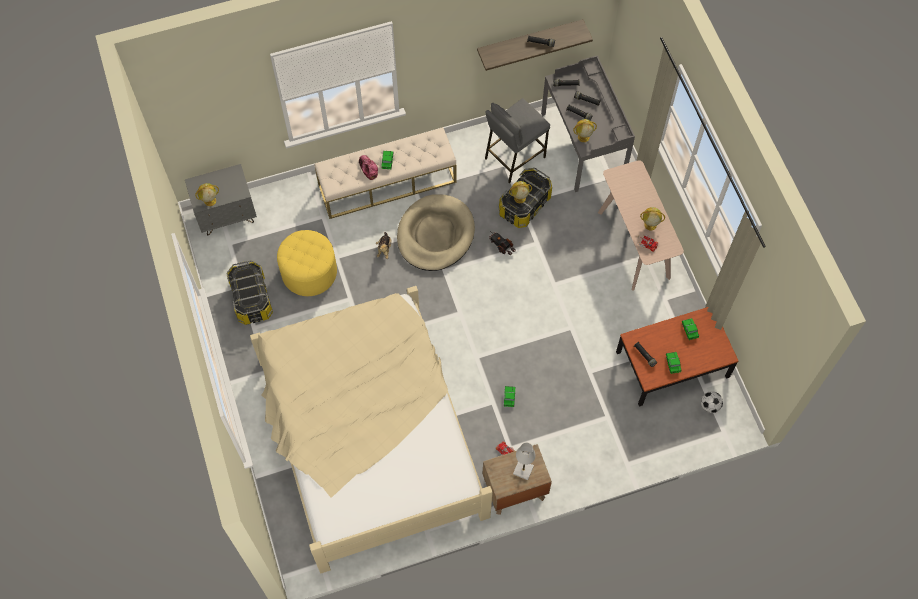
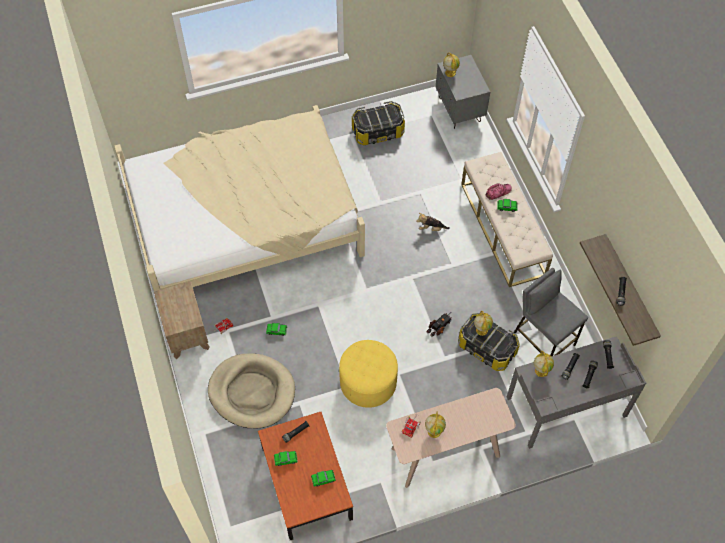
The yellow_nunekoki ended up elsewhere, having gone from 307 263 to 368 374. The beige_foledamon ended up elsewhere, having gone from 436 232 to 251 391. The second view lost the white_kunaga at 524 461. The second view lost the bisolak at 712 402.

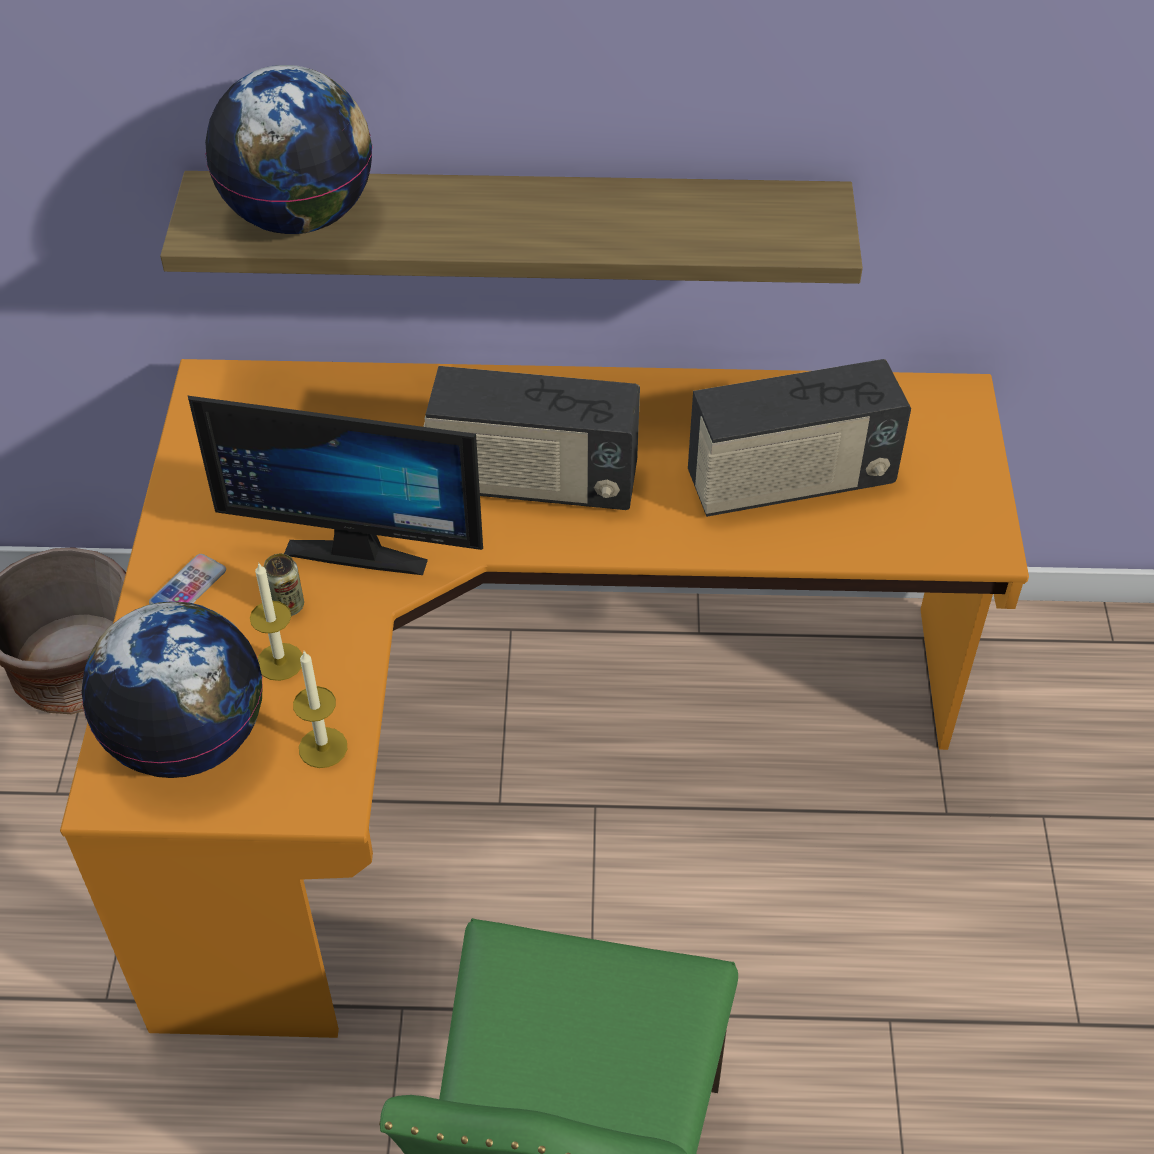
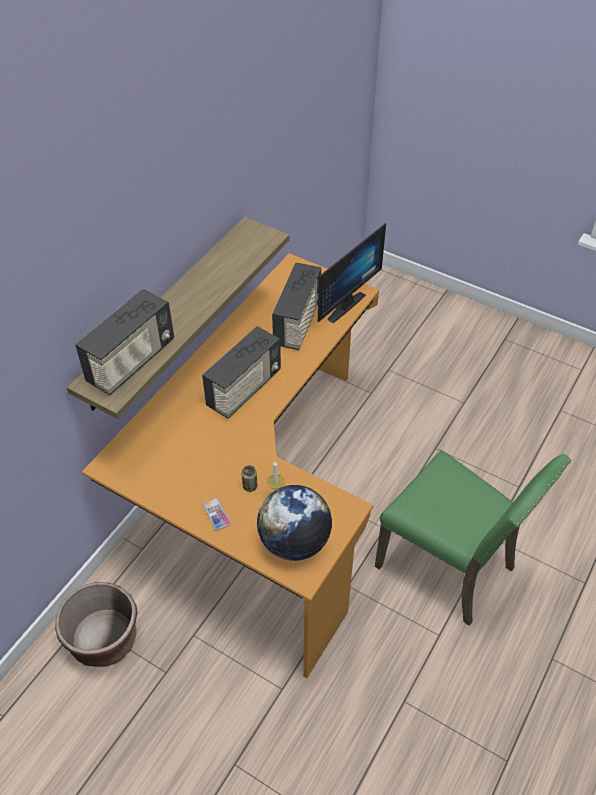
The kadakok ended up elsewhere, having gone from 335 485 to 352 273. Where the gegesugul stood at 289 149, the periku came to stand at 124 342. The second view lost the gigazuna at 320 709.

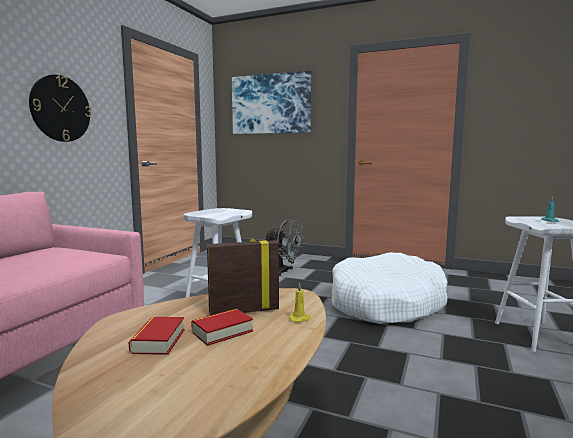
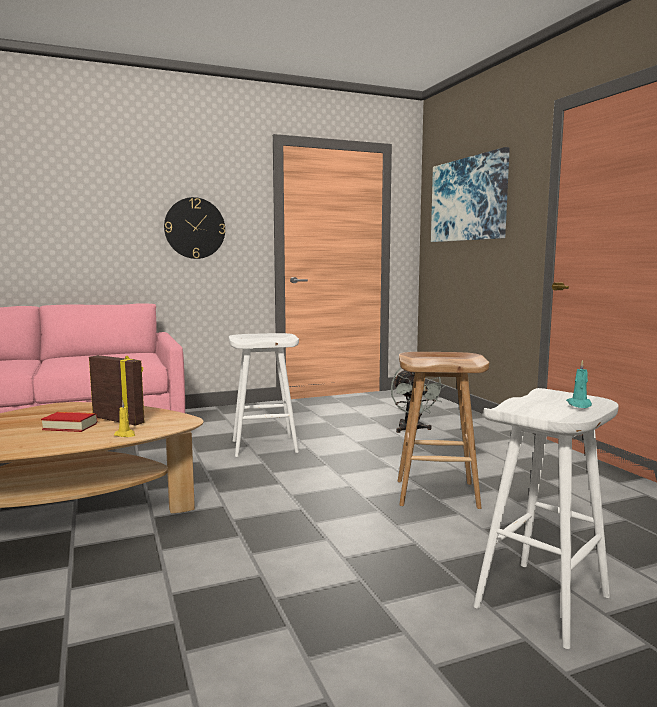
The second view lost the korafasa at 156 336. Where the white_foledamon stood at 390 288, the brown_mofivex came to stand at 444 430.

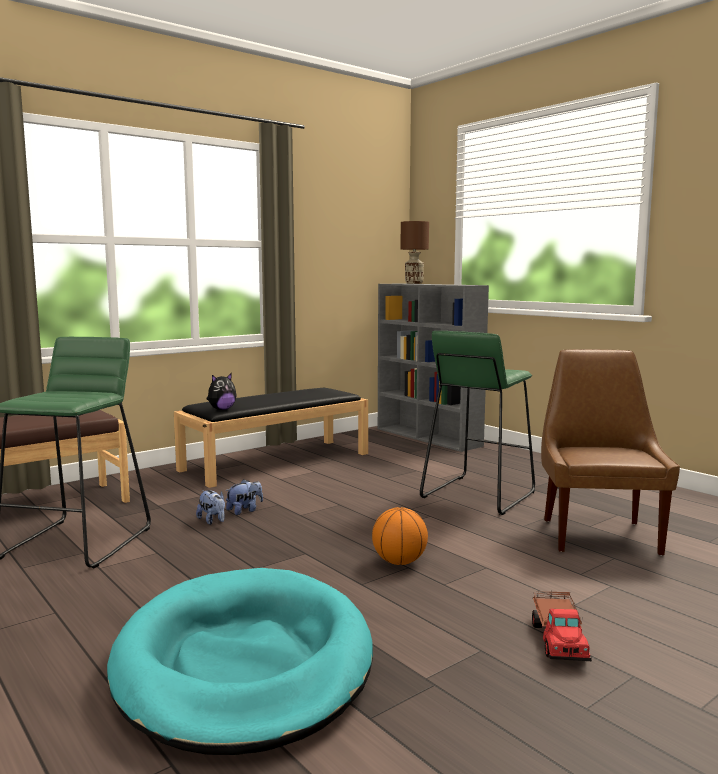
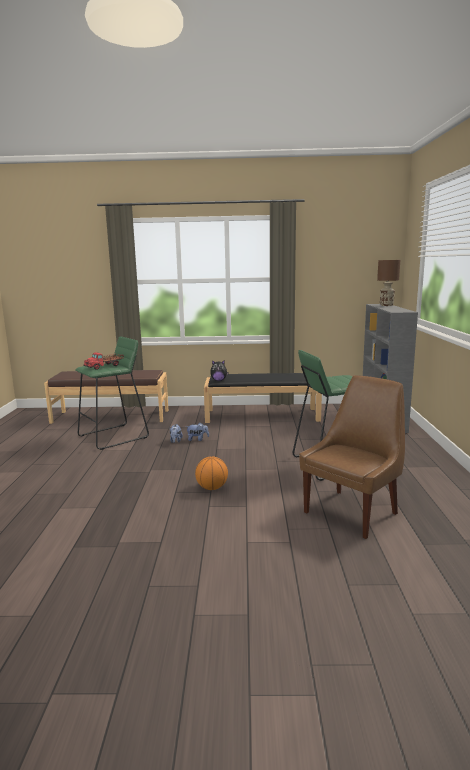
The second view lost the turquoise_foledamon at 240 661. The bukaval ended up elsewhere, having gone from 562 625 to 103 361.

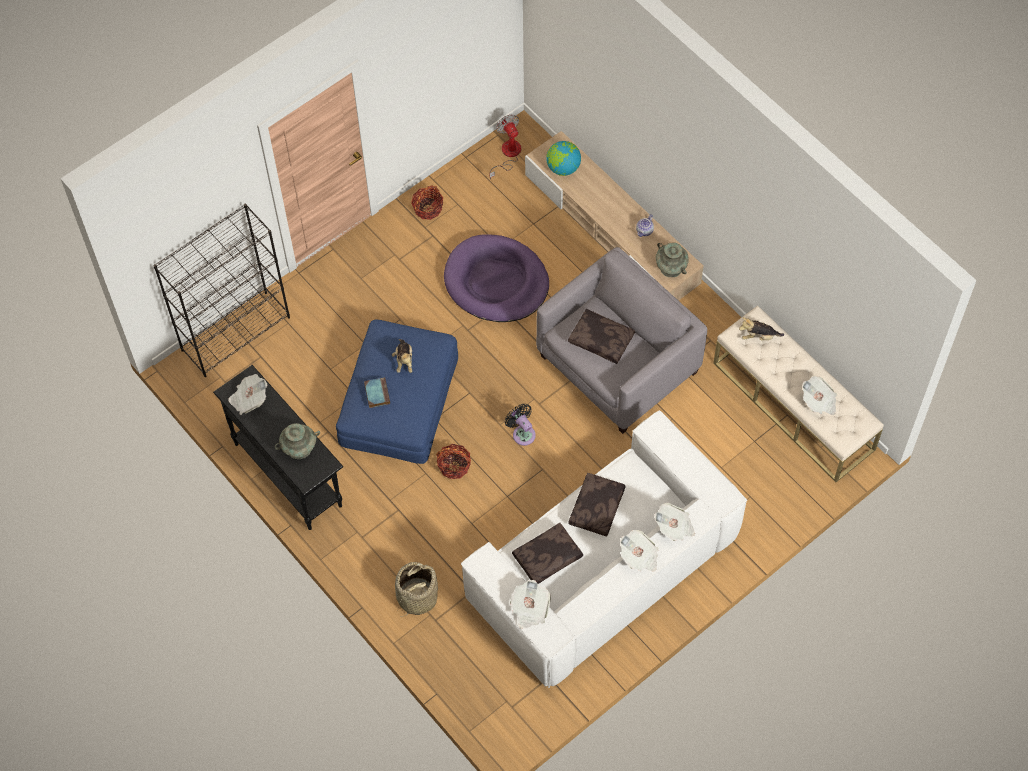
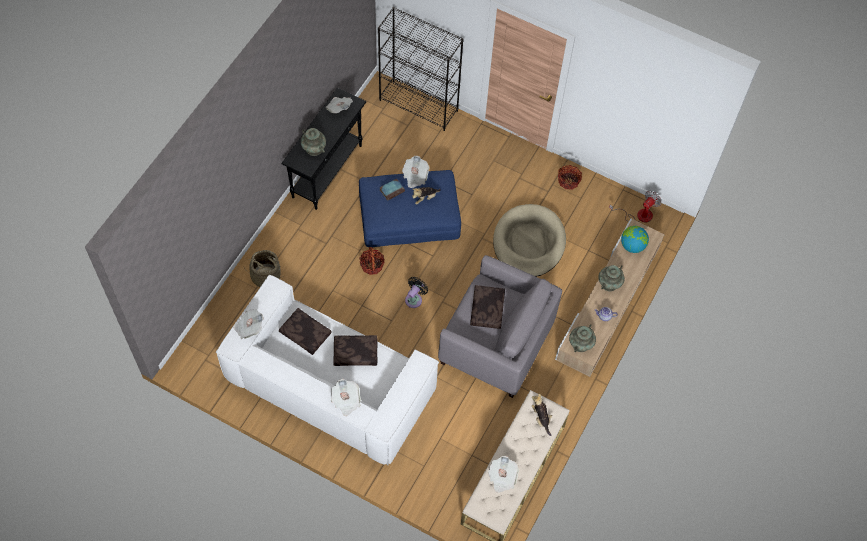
What was the purple_foledamon at 496 278 turned into the beige_foledamon at 529 240. The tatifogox ended up elsewhere, having gone from 639 551 to 415 172. The second view gained the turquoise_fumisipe at 611 278.

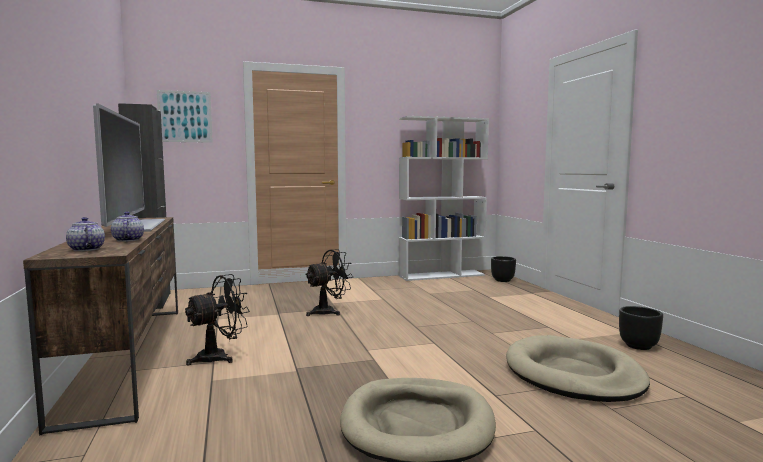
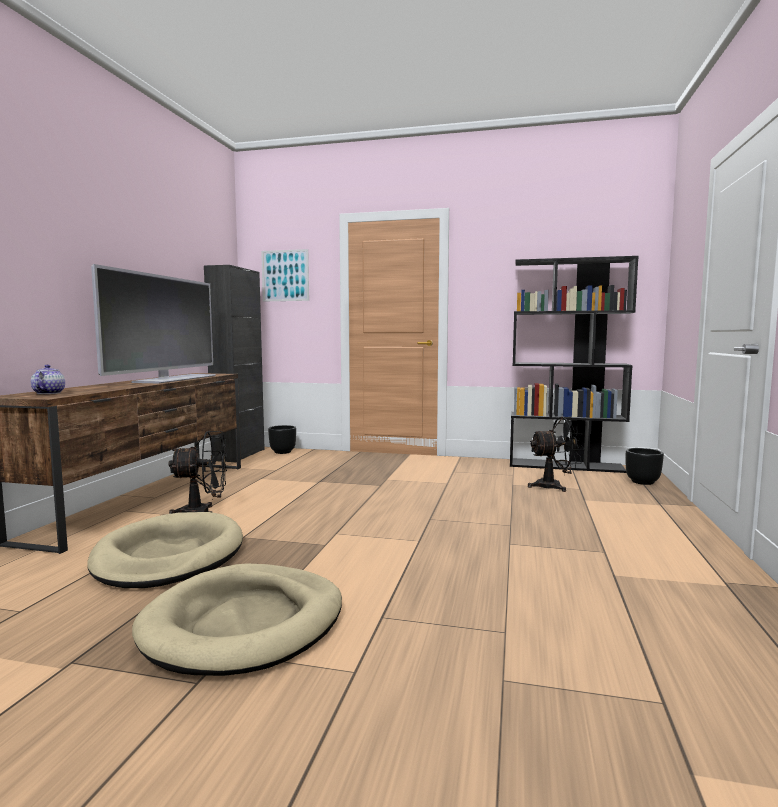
The second view lost the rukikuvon at 127 227. The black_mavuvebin ended up elsewhere, having gone from 329 282 to 556 454. What was the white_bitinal at 444 198 turned into the black_bitinal at 574 364. The beige_foledamon ended up elsewhere, having gone from 578 368 to 165 550. The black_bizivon ended up elsewhere, having gone from 641 328 to 282 439.

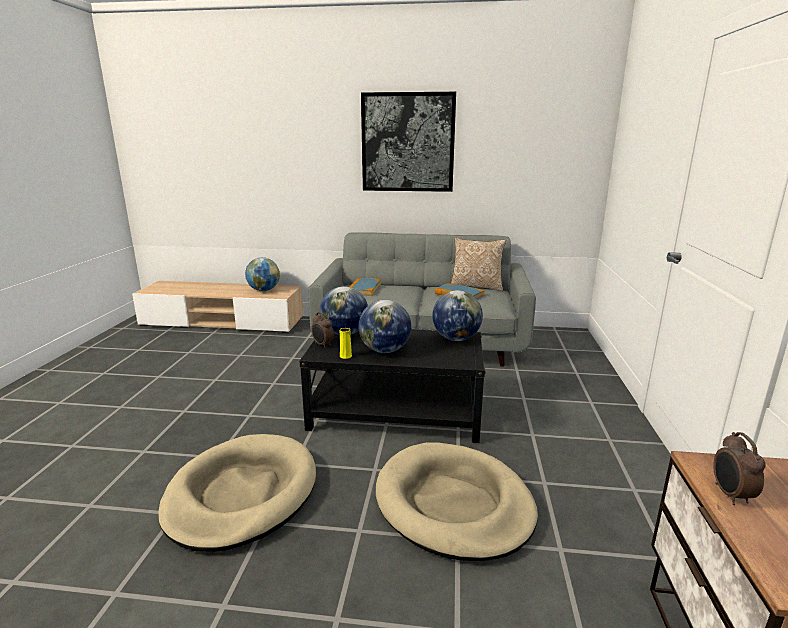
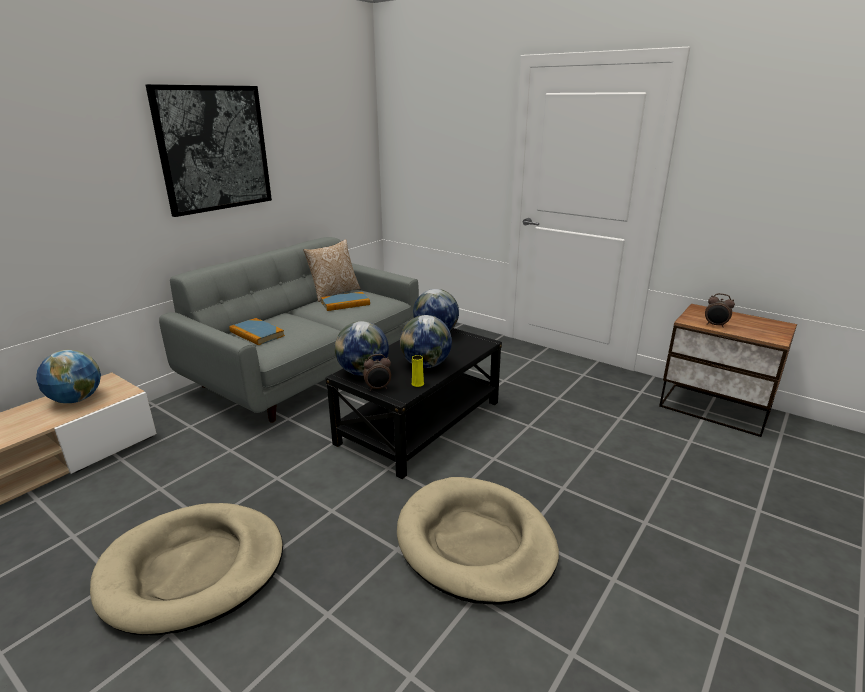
The beige_foledamon ended up elsewhere, having gone from 457 501 to 186 569.

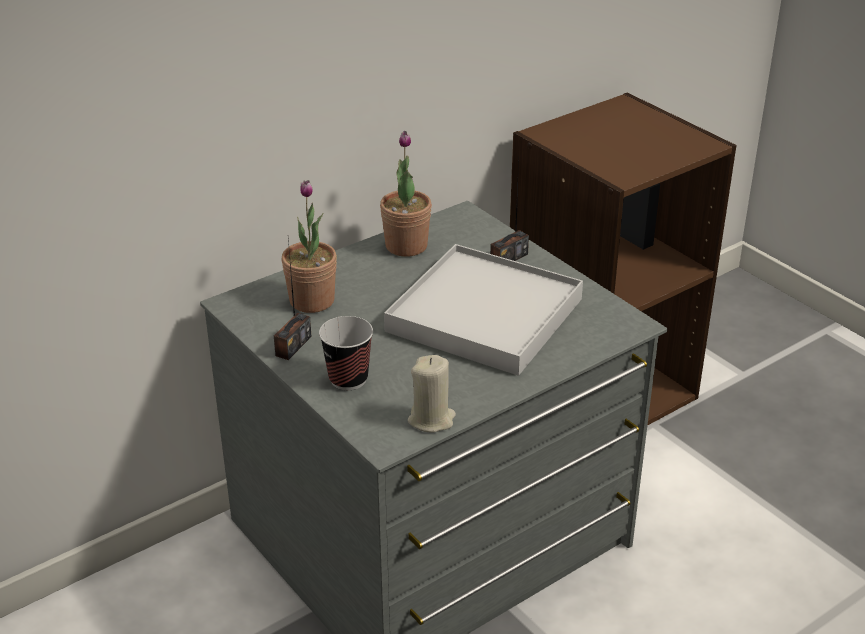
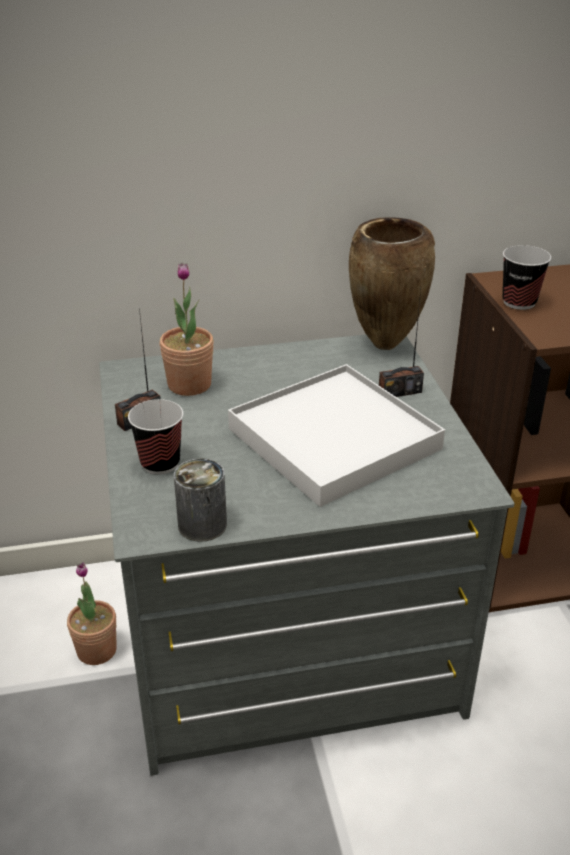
The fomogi ended up elsewhere, having gone from 406 194 to 92 613. Where the beige_gigazuna stood at 432 393, the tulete came to stand at 200 500. The second view gained the brown_fumisipe at 392 283. The second view gained the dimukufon at 527 277.

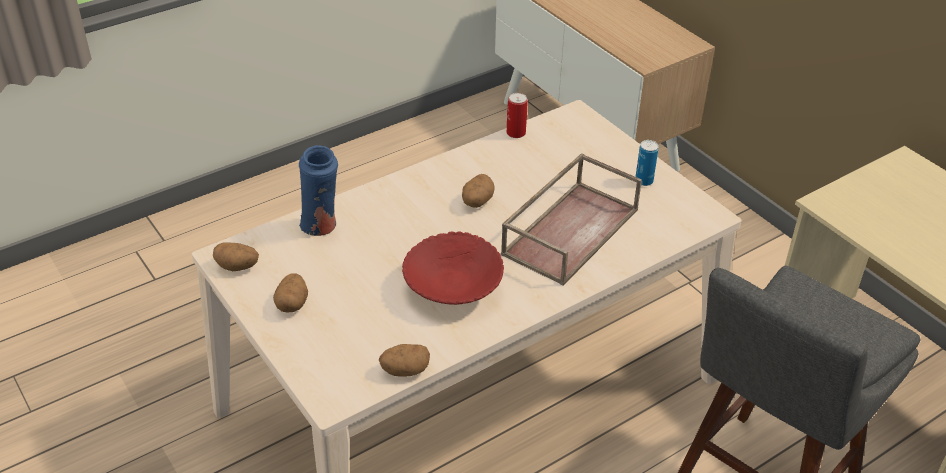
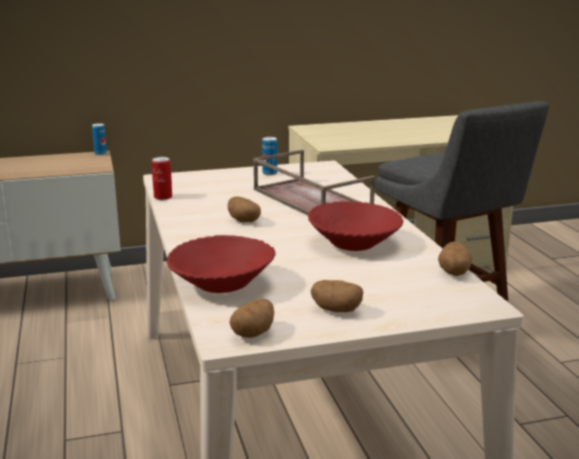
Where the blue_fumisipe stood at 318 190, the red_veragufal came to stand at 221 264. The second view gained the tulete at 99 139.

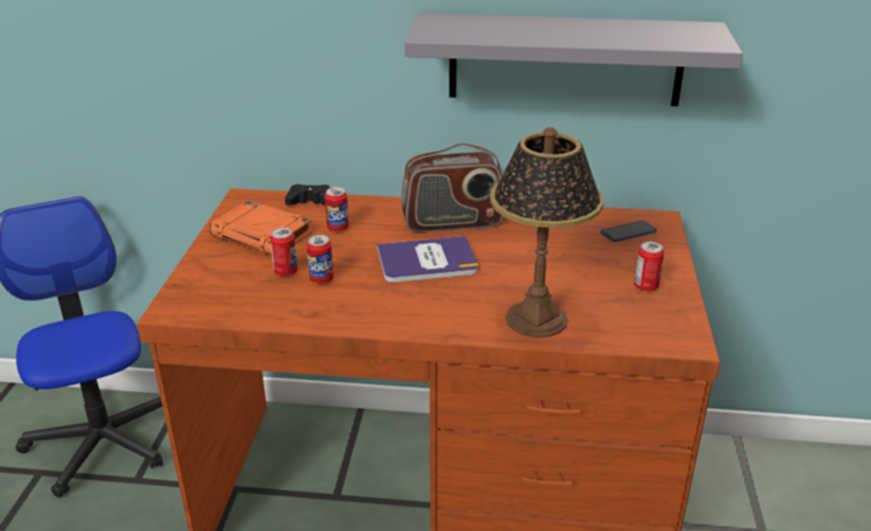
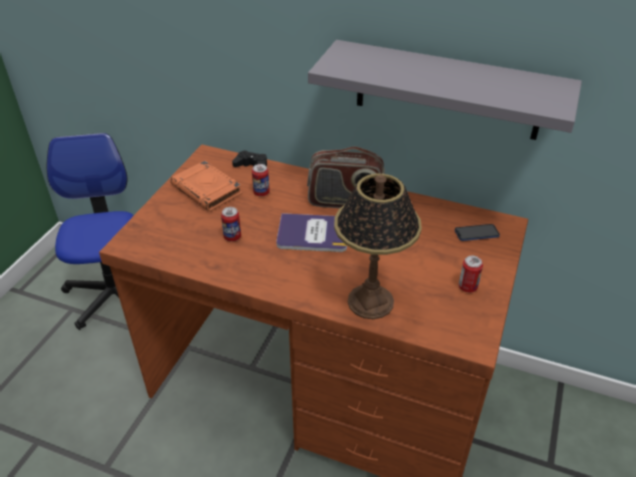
The second view lost the tulete at 284 252.

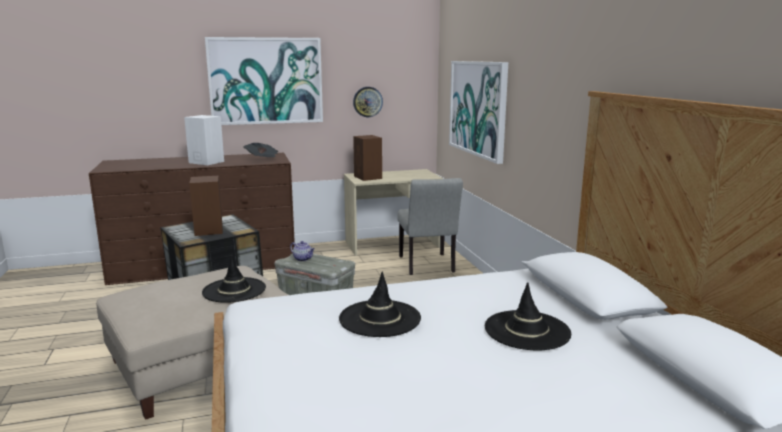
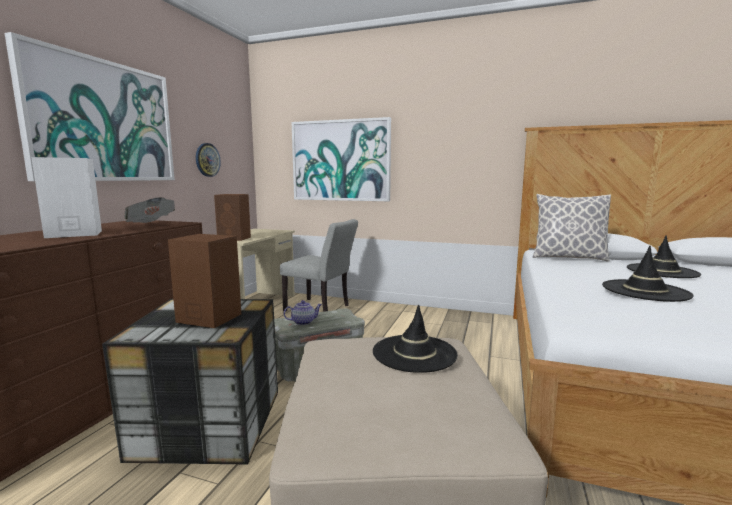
The second view gained the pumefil at 572 228.

